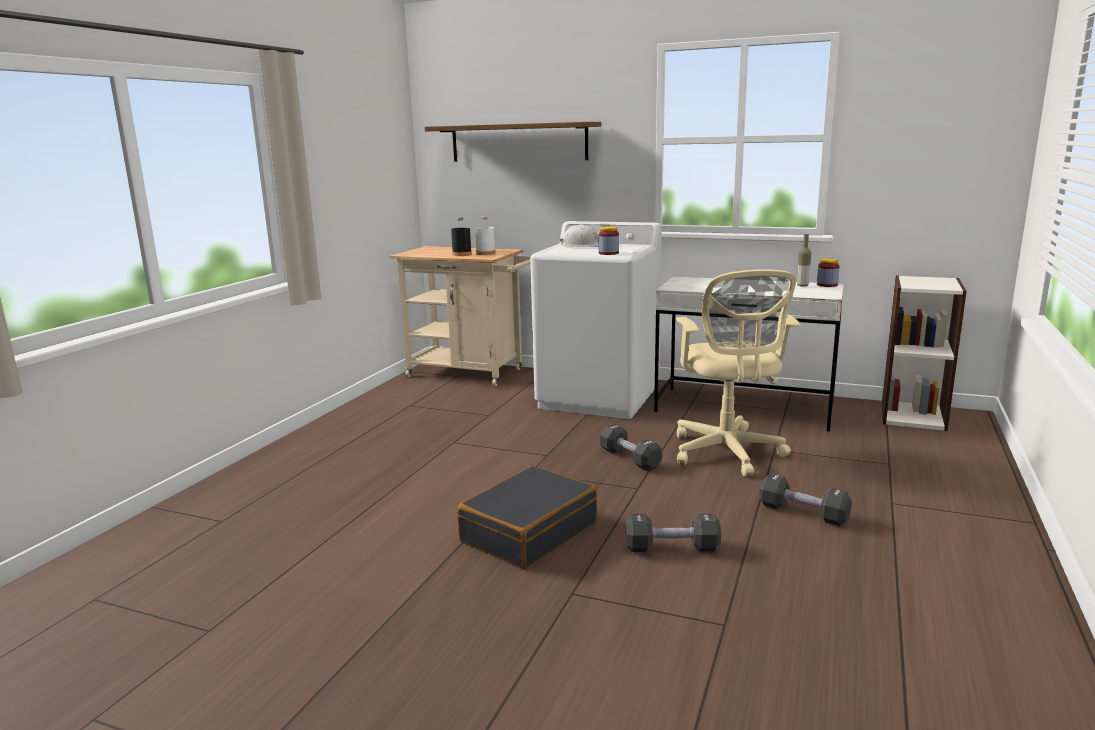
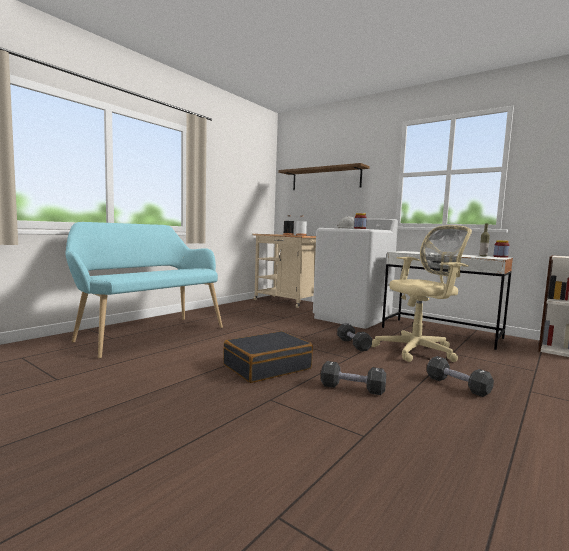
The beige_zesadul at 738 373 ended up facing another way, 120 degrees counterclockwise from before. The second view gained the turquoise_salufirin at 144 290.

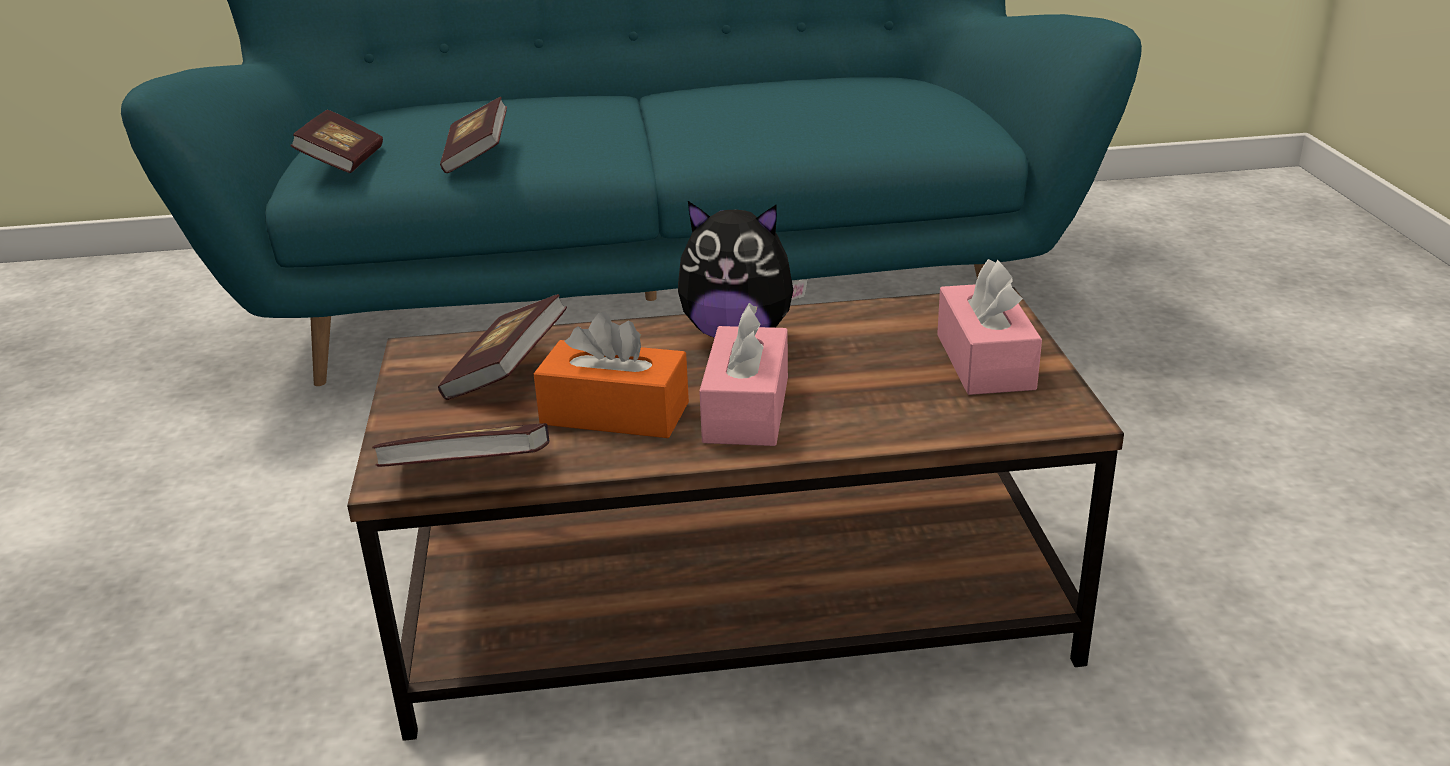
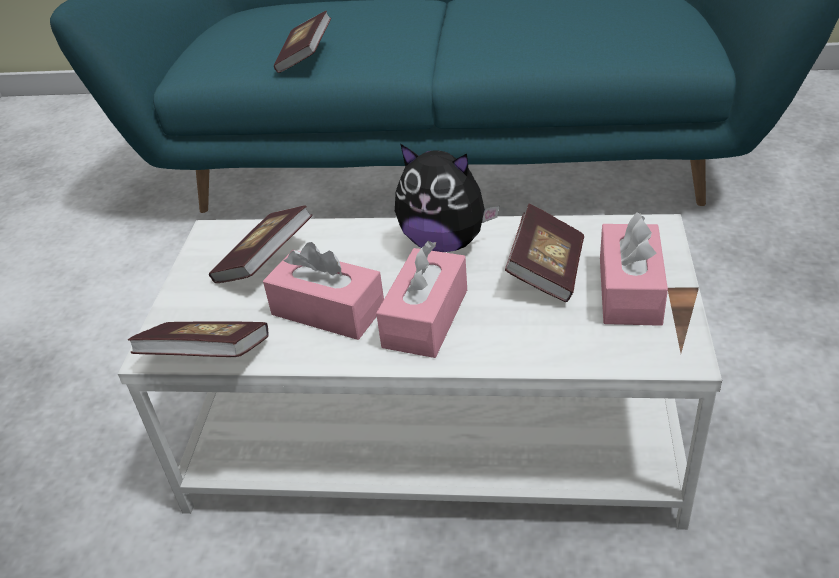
The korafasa ended up elsewhere, having gone from 337 141 to 544 253. What was the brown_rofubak at 735 514 turned into the white_rofubak at 420 372. What was the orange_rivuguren at 611 375 turned into the pink_rivuguren at 323 291.

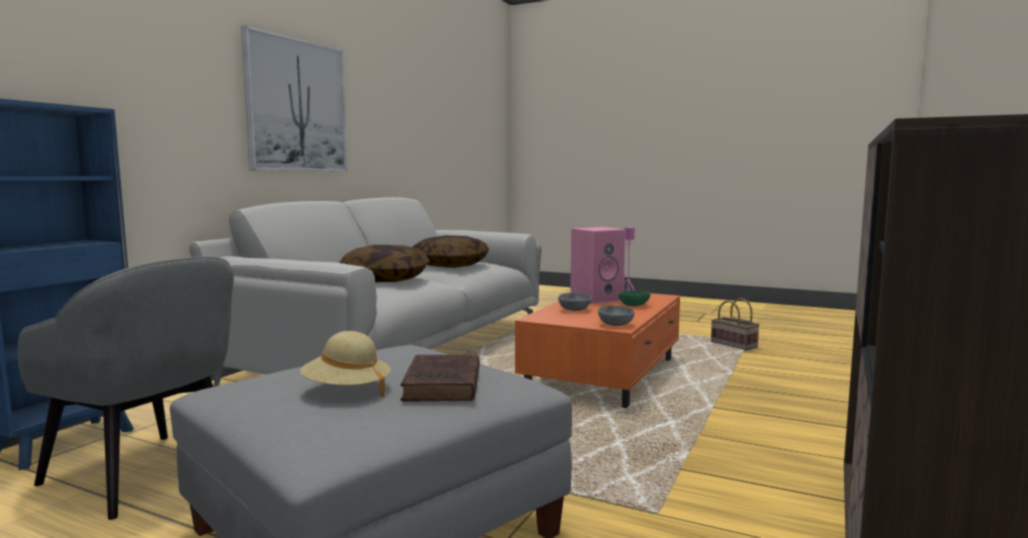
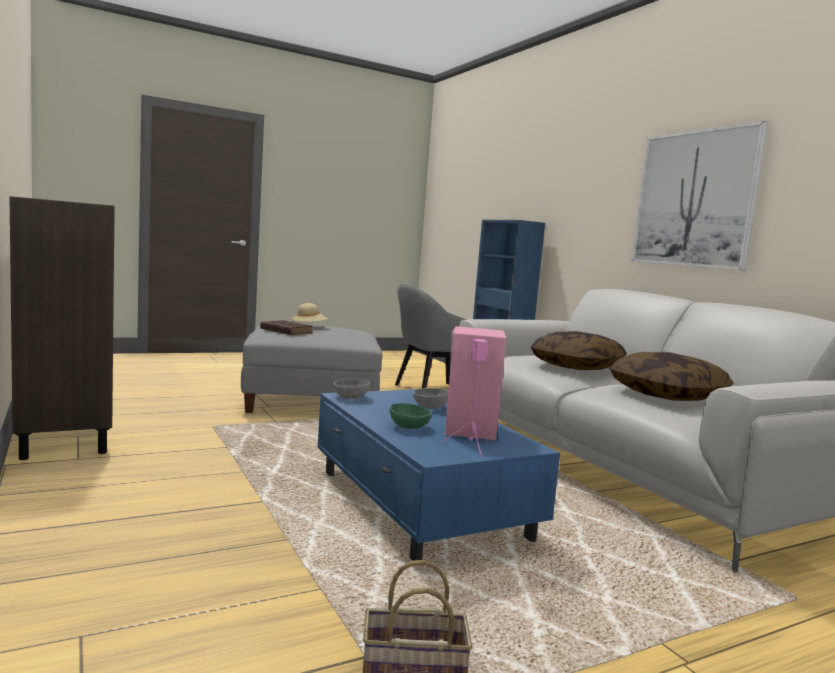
What was the orange_rofubak at 597 350 turned into the blue_rofubak at 439 475.

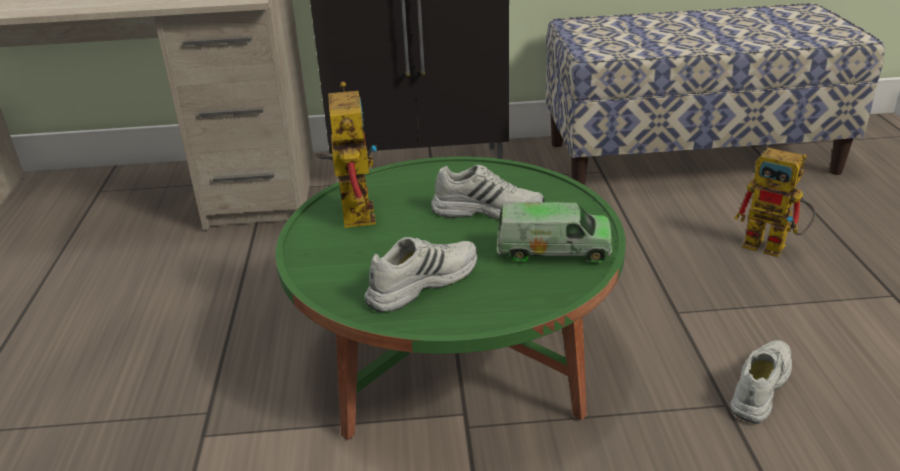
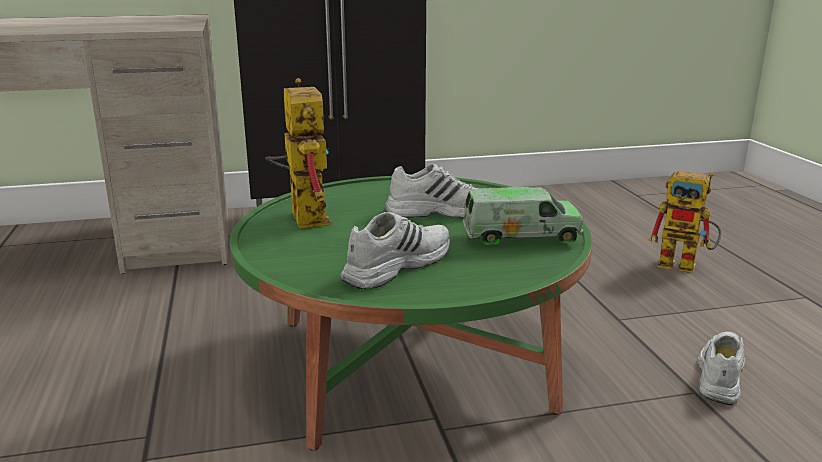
The second view lost the salufirin at 715 94.

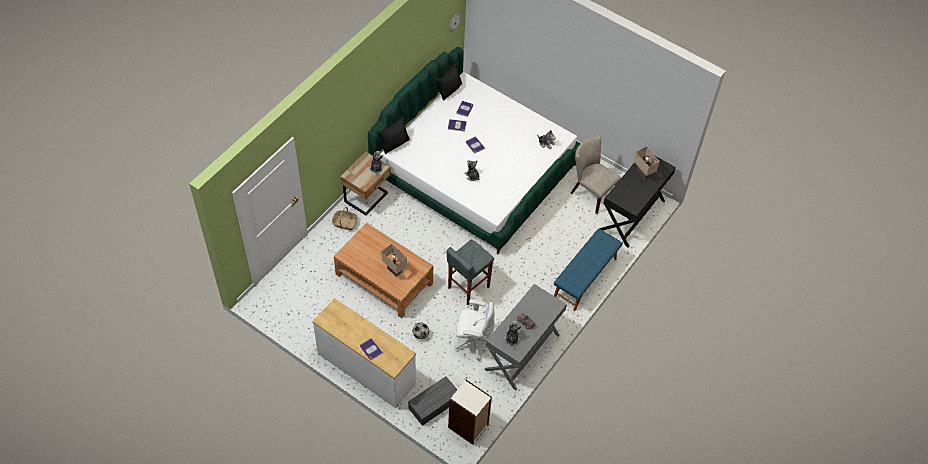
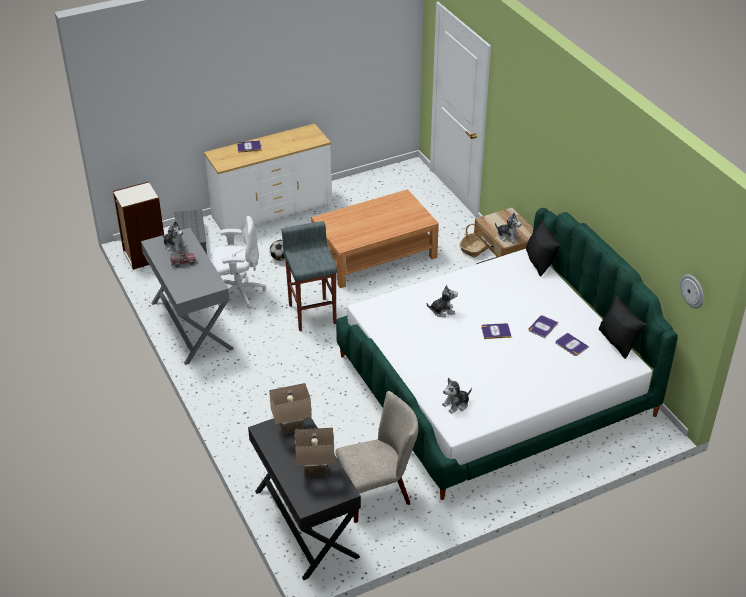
The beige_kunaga ended up elsewhere, having gone from 394 260 to 290 409. The white_zesadul at 475 330 ended up facing another way, 135 degrees counterclockwise from before. The second view lost the blue_salufirin at 588 270.

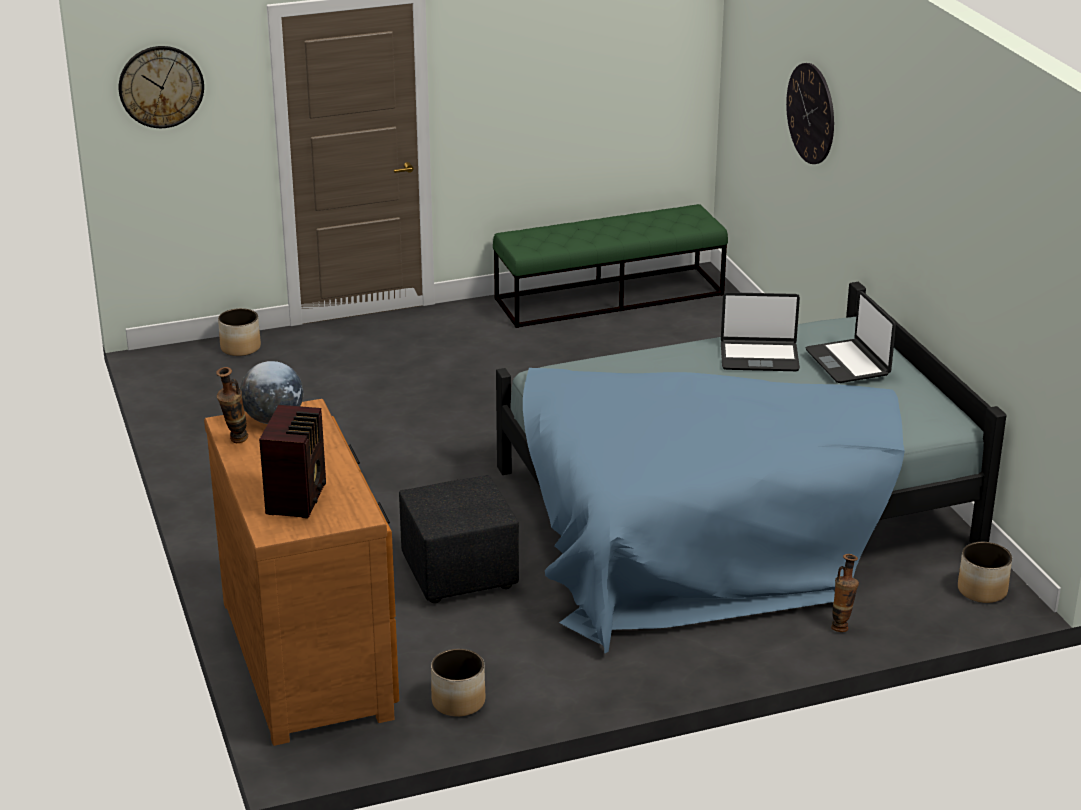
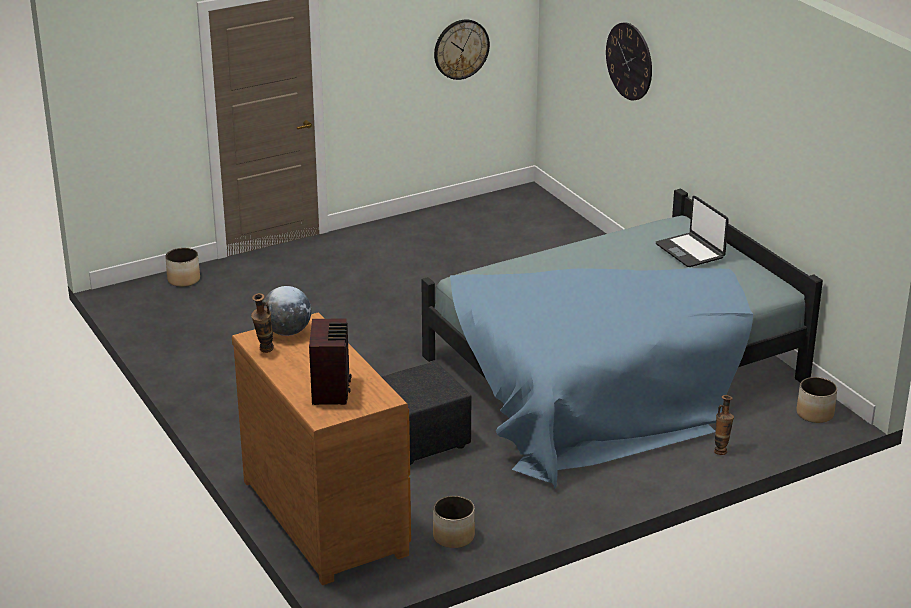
The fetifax ended up elsewhere, having gone from 161 87 to 462 50. The second view lost the green_salufirin at 610 266. The second view lost the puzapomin at 760 331.

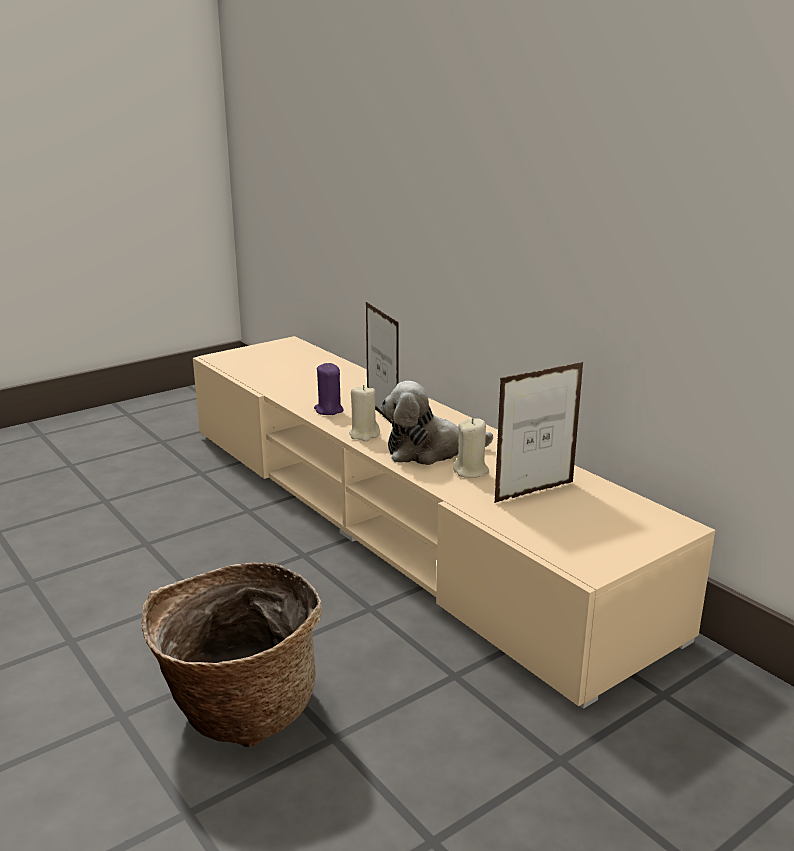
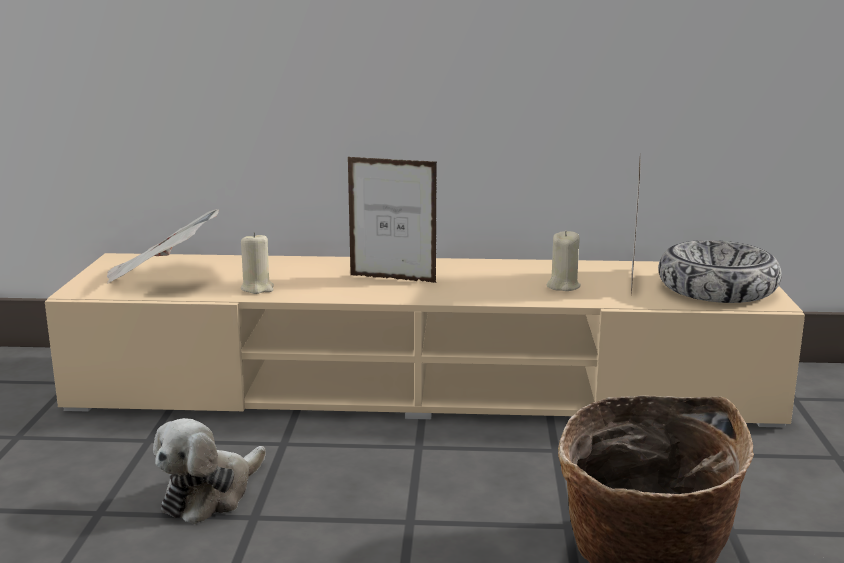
The second view lost the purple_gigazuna at 329 389. The beige_gigazuna ended up elsewhere, having gone from 364 413 to 257 263. The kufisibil ended up elsewhere, having gone from 437 423 to 209 471. The second view gained the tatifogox at 163 246. The second view gained the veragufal at 720 271.

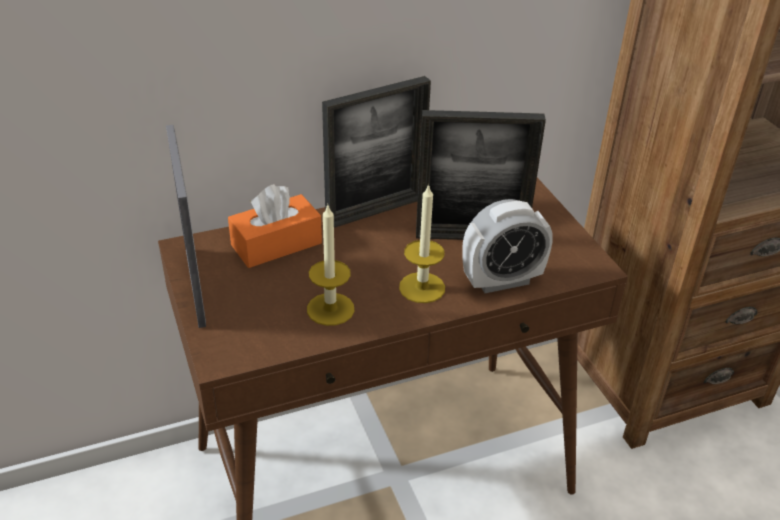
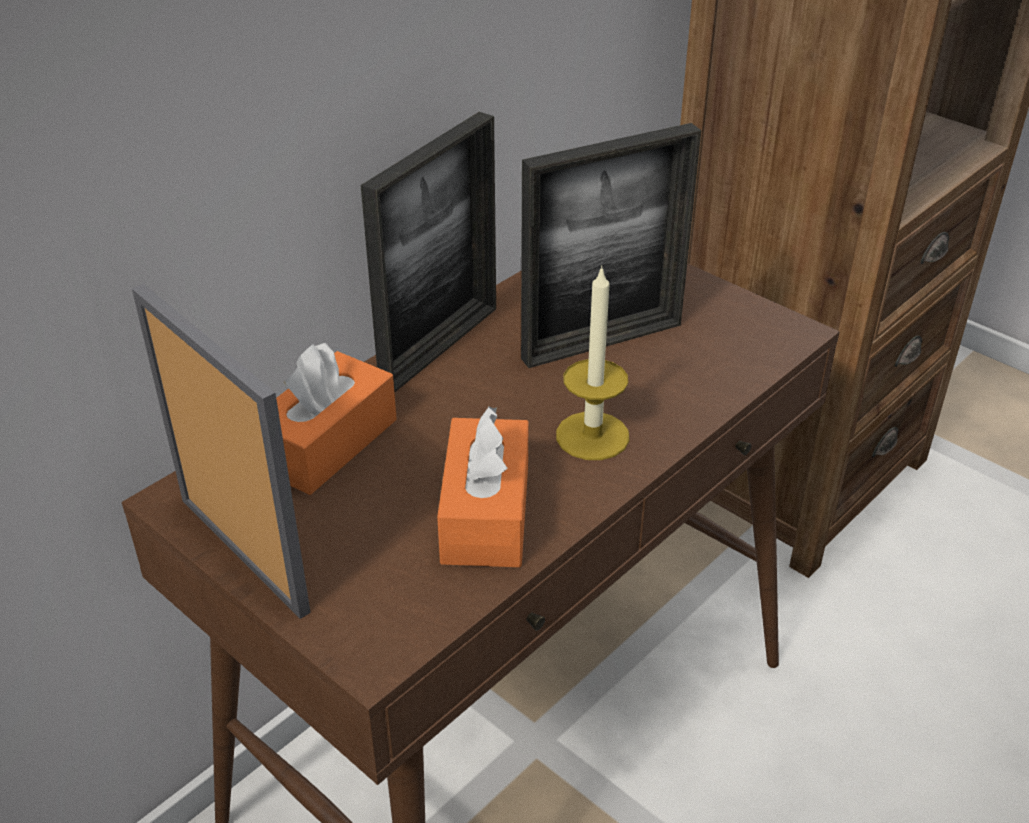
Where the gigazuna stood at 330 264, the orange_rivuguren came to stand at 483 487. The second view lost the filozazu at 507 246.

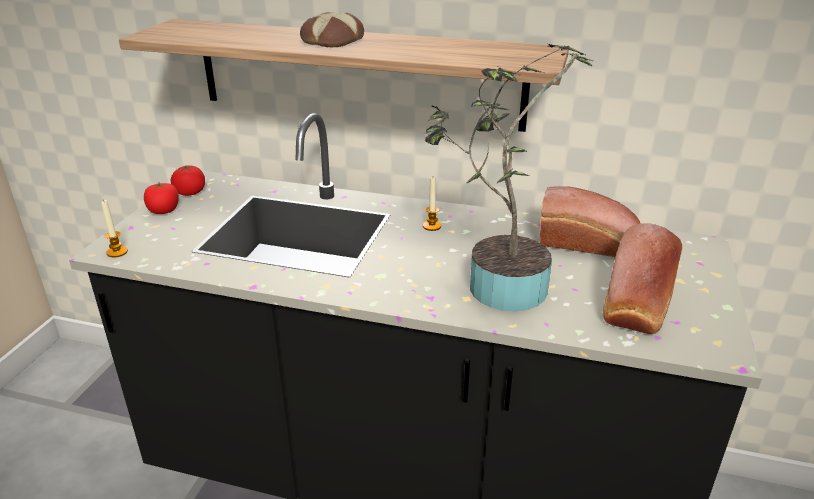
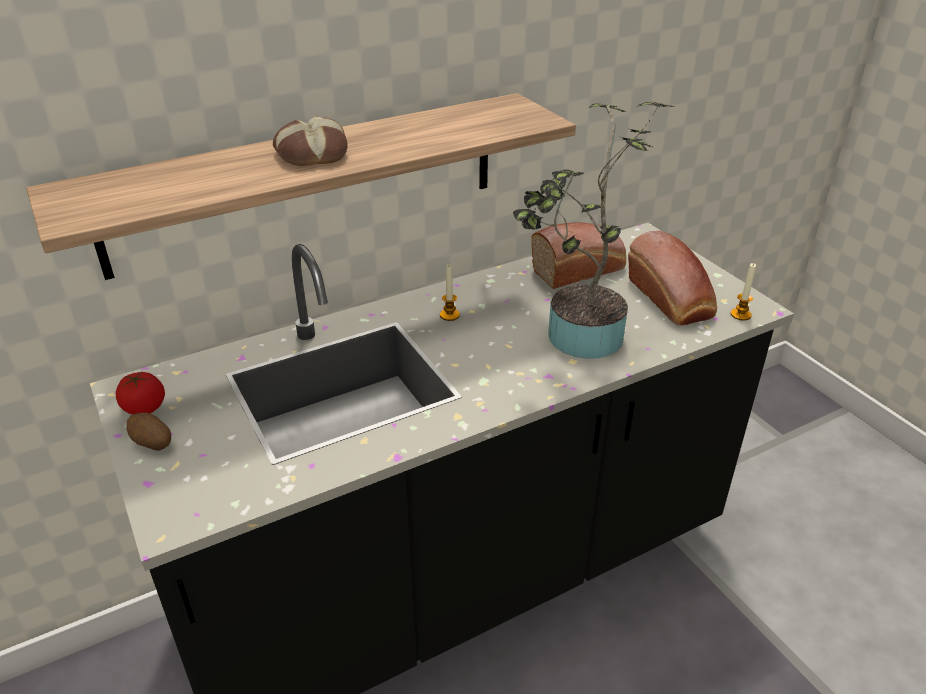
The gigazuna ended up elsewhere, having gone from 114 228 to 743 292. Where the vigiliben stood at 161 198, the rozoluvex came to stand at 148 432.

